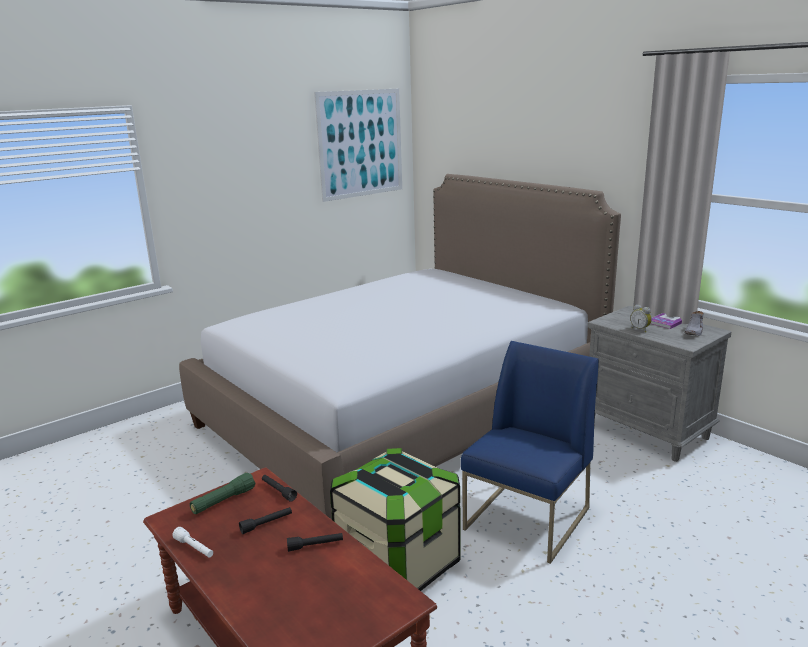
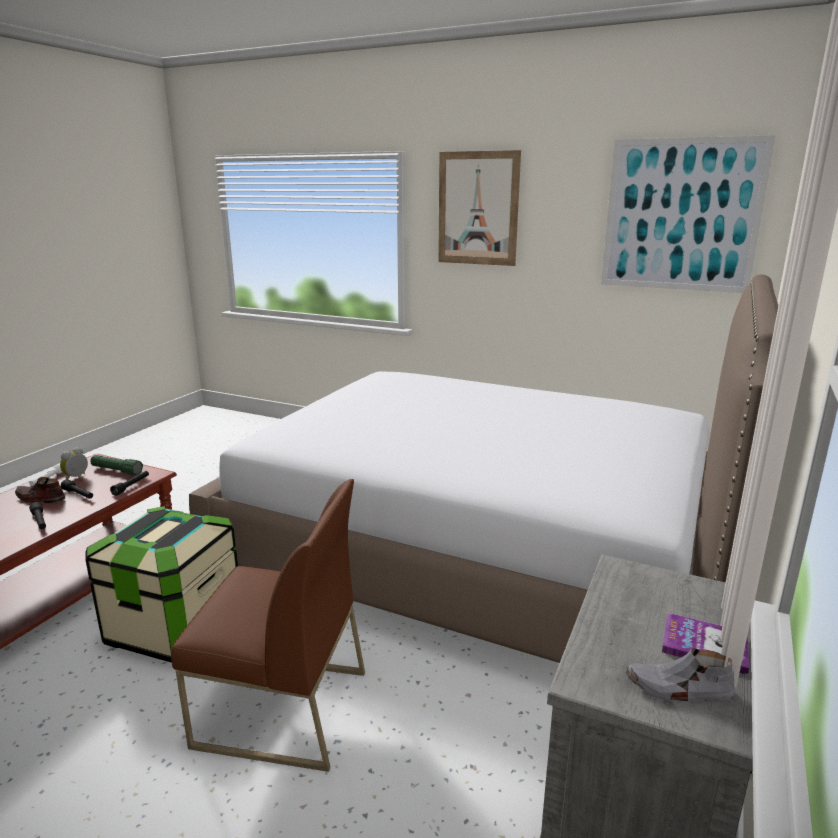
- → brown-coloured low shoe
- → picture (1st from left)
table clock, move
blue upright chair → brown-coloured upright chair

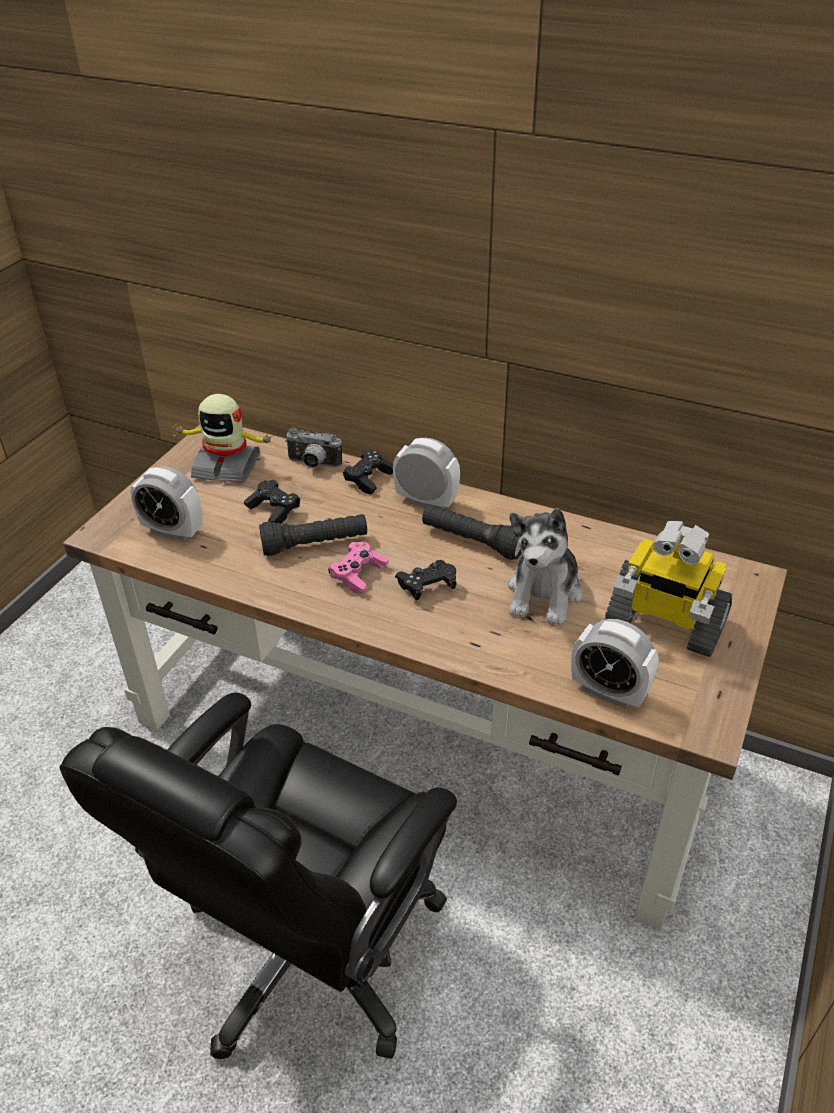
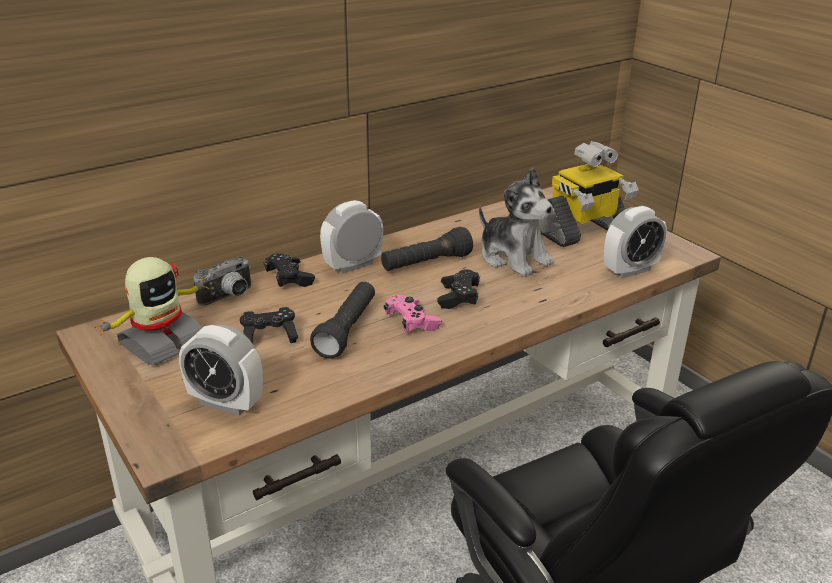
table clock (1st from left), 60 degrees clockwise

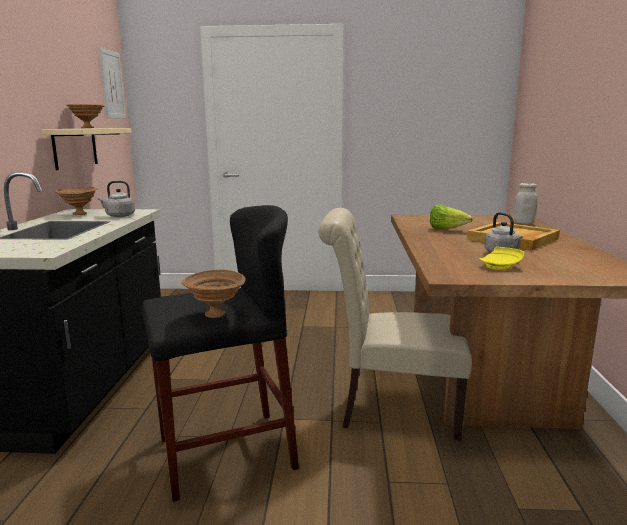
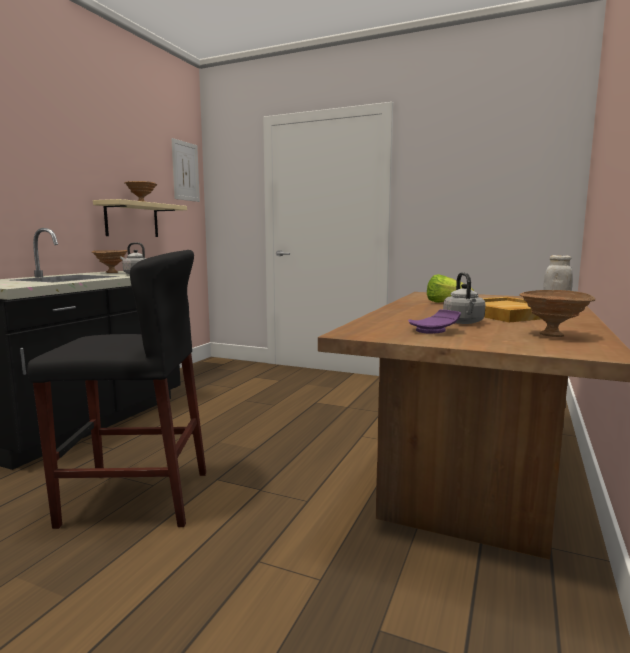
sand-coloured upright chair → -
brown-coloured deep dish (3rd from left), move
yellow-coloured plate → purple-coloured plate

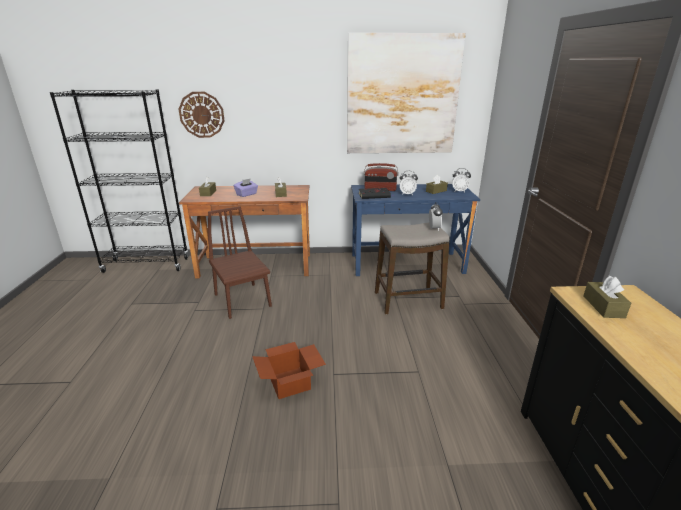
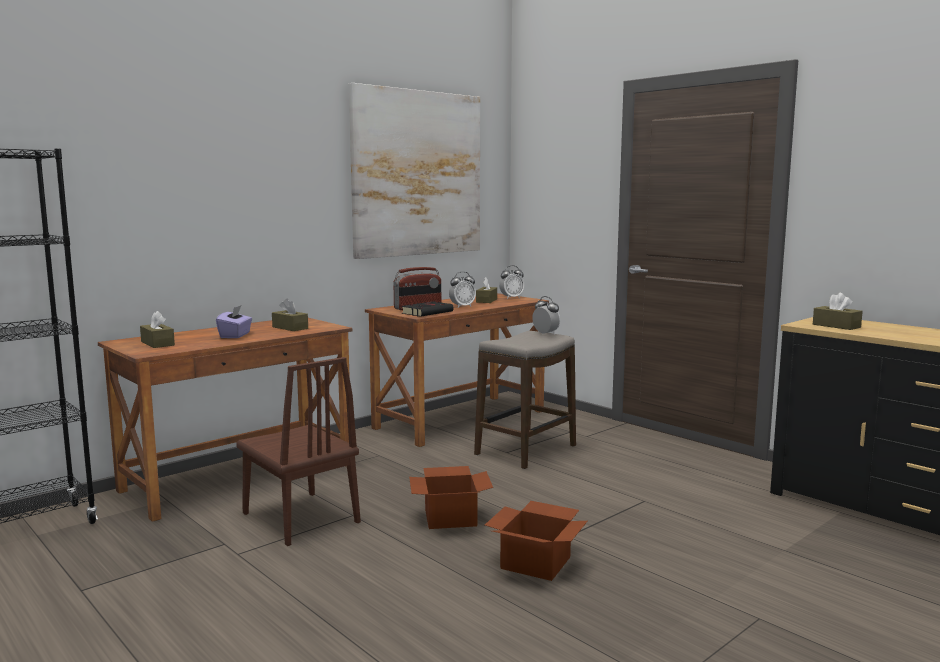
hanging clock → -
- → cardboard box (1st from left)
blue desk → brown-coloured desk (2nd from left)
brown-coloured upright chair, 150 degrees counterclockwise

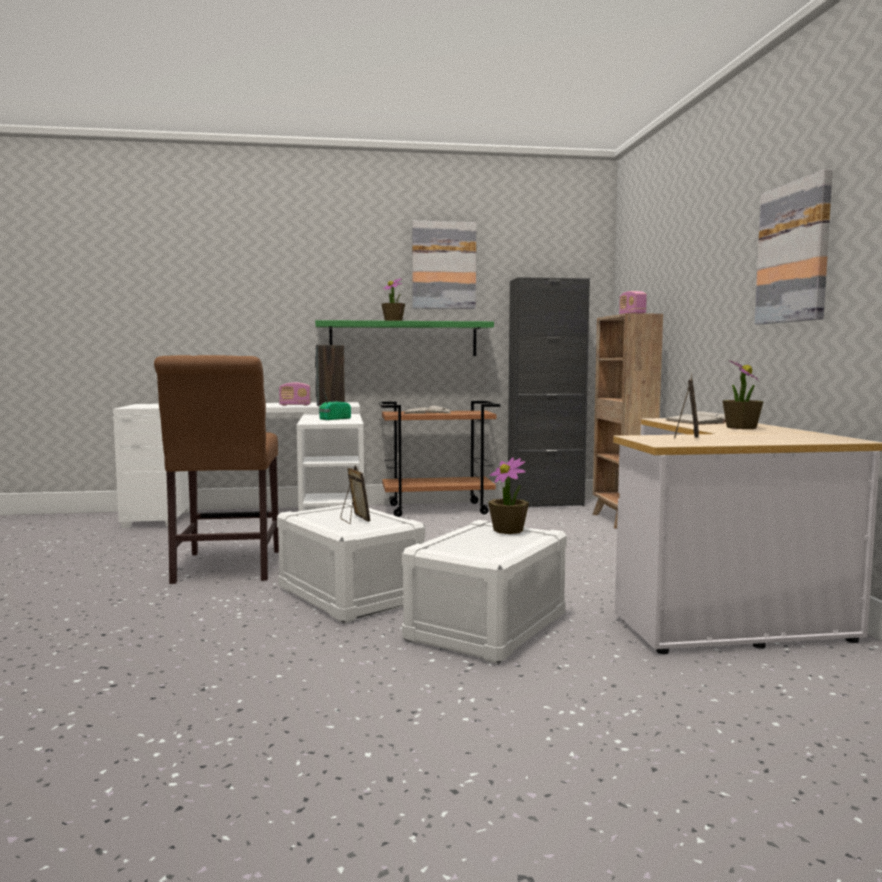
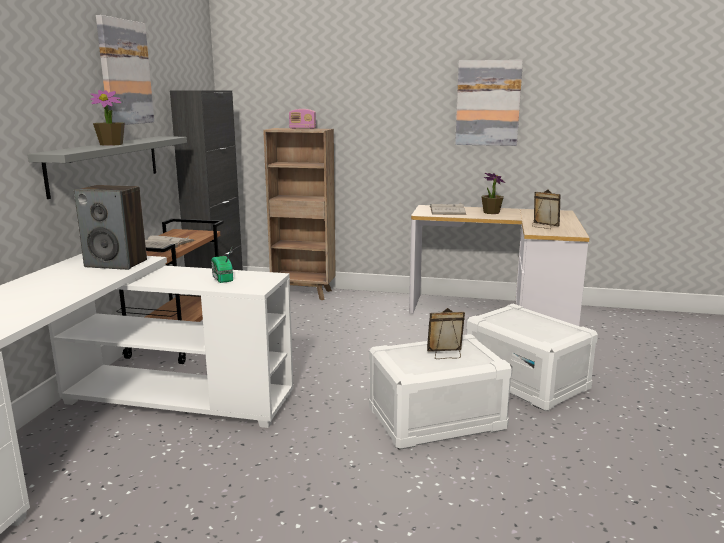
brown-coloured upright chair → -
radio set (1st from left) → -
potted plant (2nd from left) → -
green-coloured wall shelf → gray wall shelf

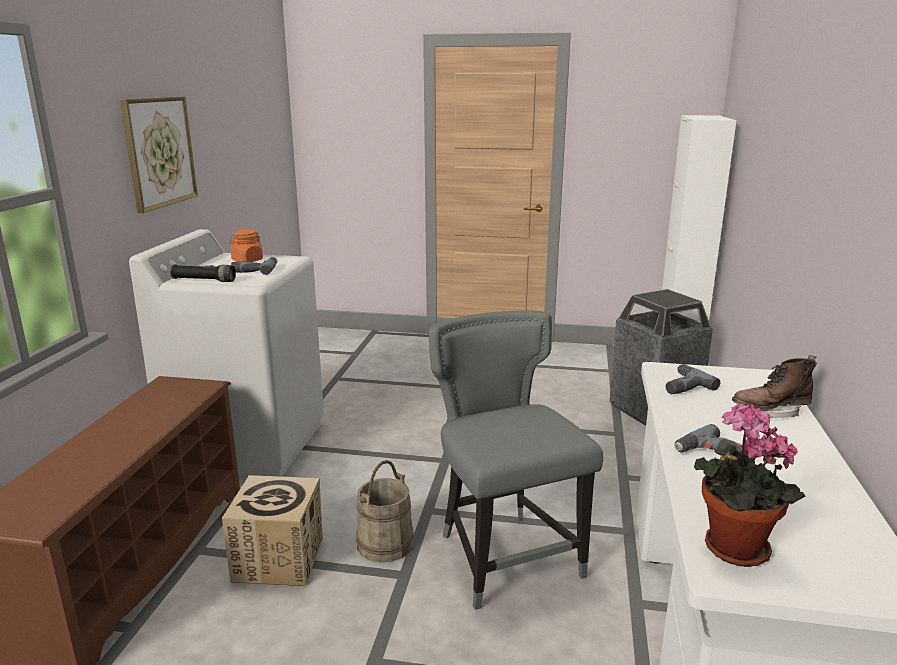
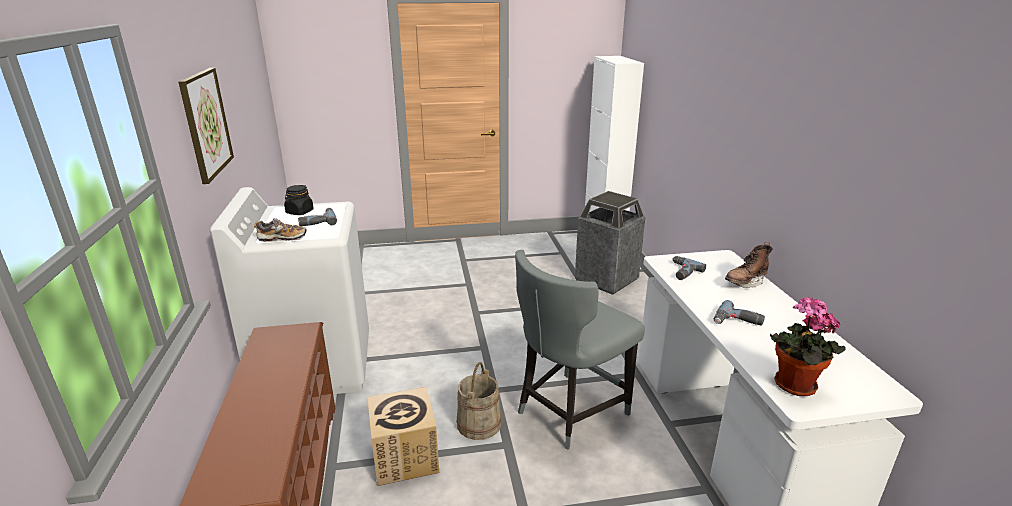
black-coloured torch → low shoe
orange-coloured jar → black-coloured jar
gray upright chair, 90 degrees counterclockwise

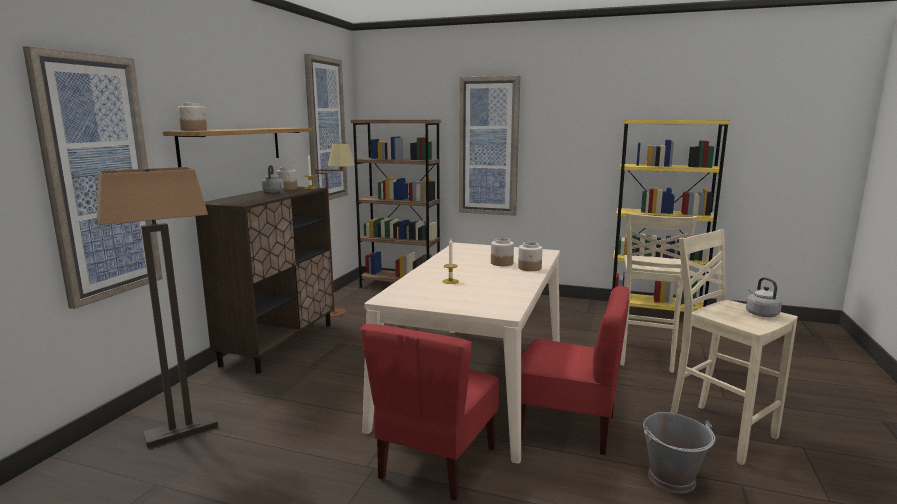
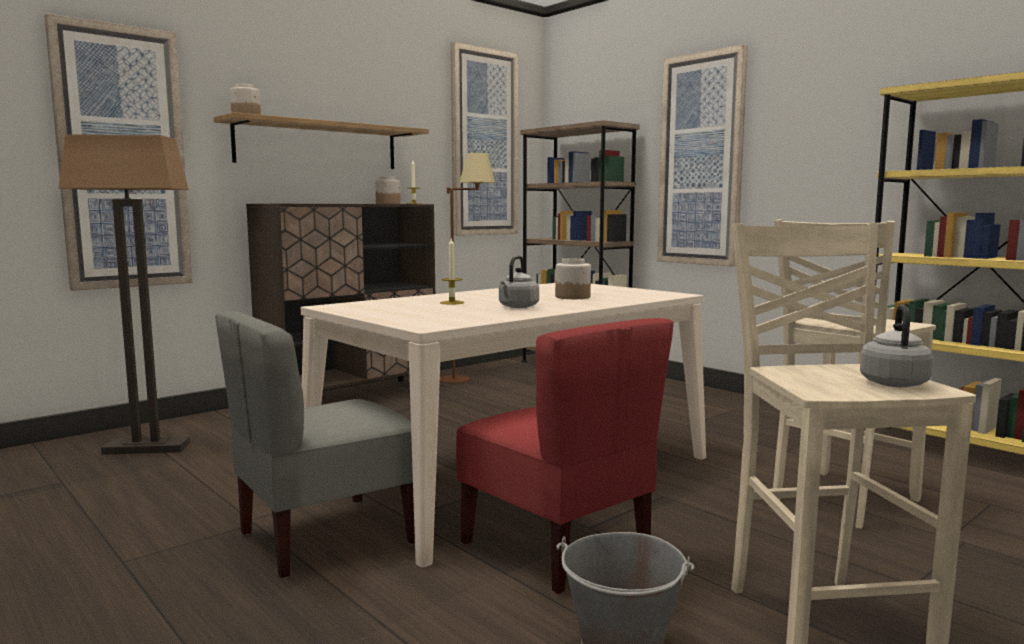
jar (4th from left) → -
gray water kettle (1st from left), move
reddish upright chair (1st from left) → gray upright chair

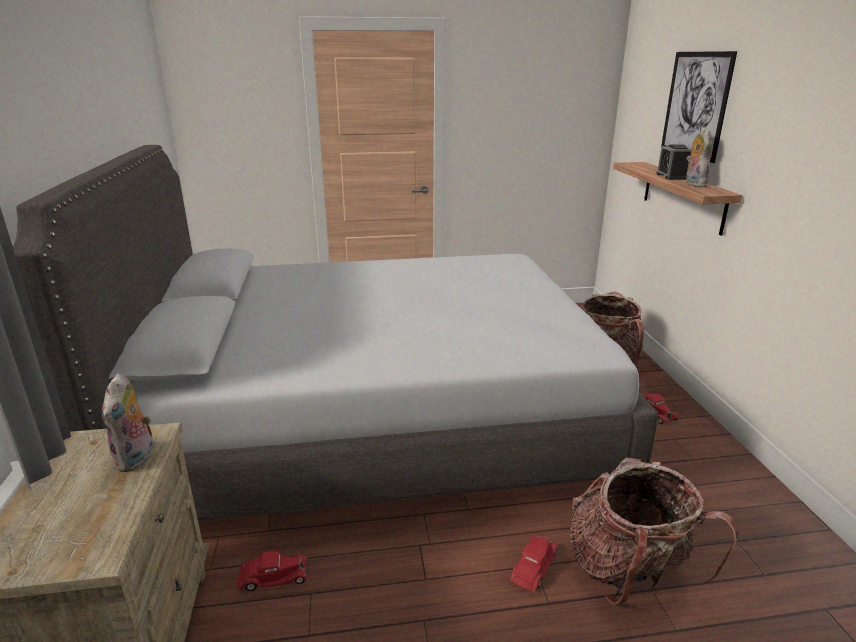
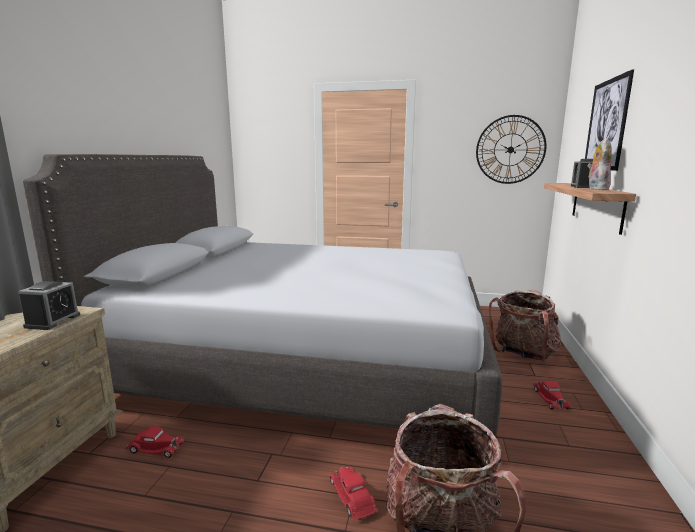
- → hanging clock
cuddly toy (1st from left) → table clock (1st from left)
reddish miniature car (2nd from left), 75 degrees counterclockwise

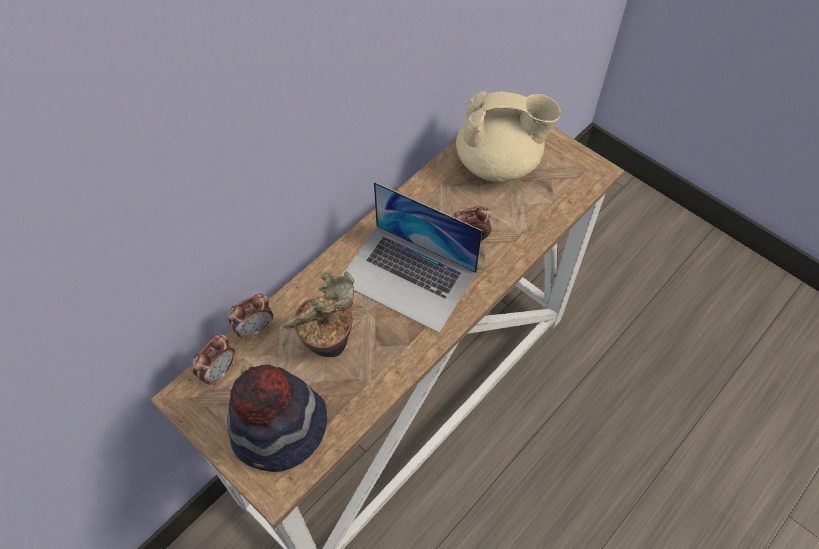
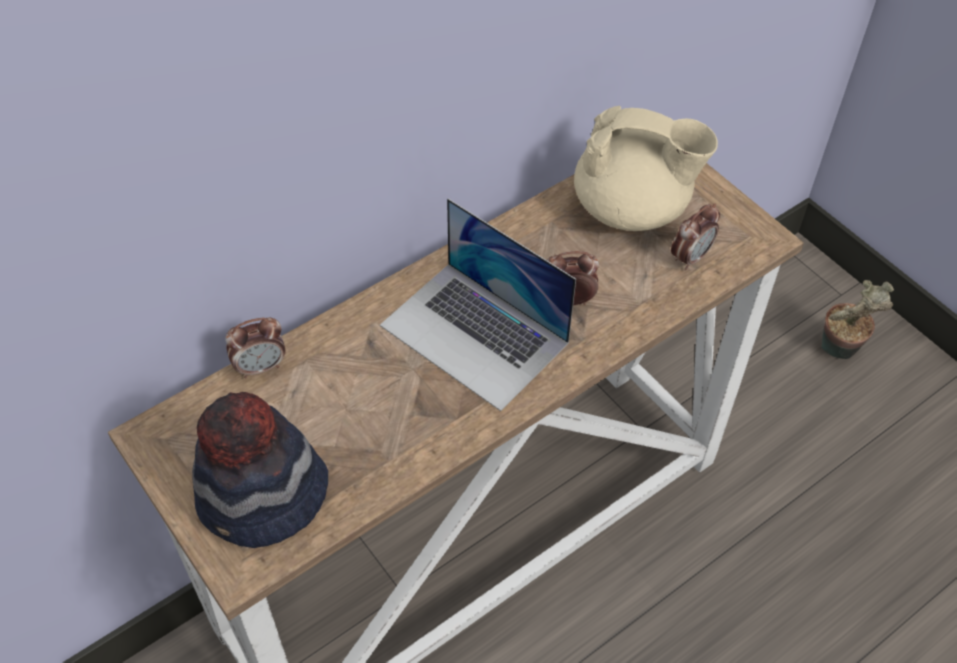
table clock (1st from left in the first image) → table clock (3rd from left), move
potted plant, move

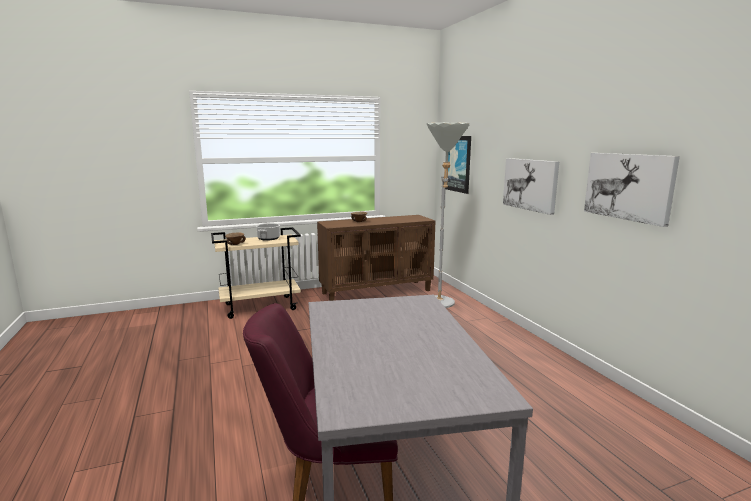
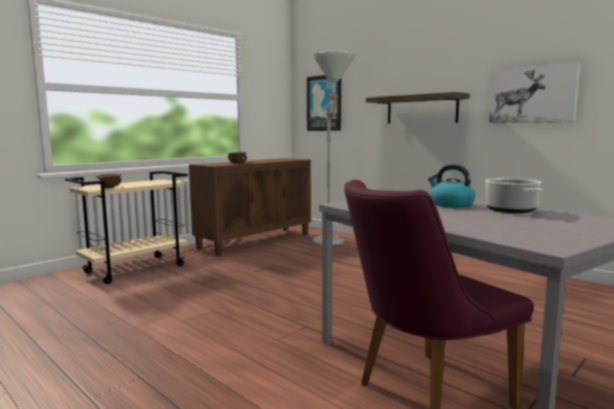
- → water kettle
saucepot, move
picture (2nd from left) → wall shelf

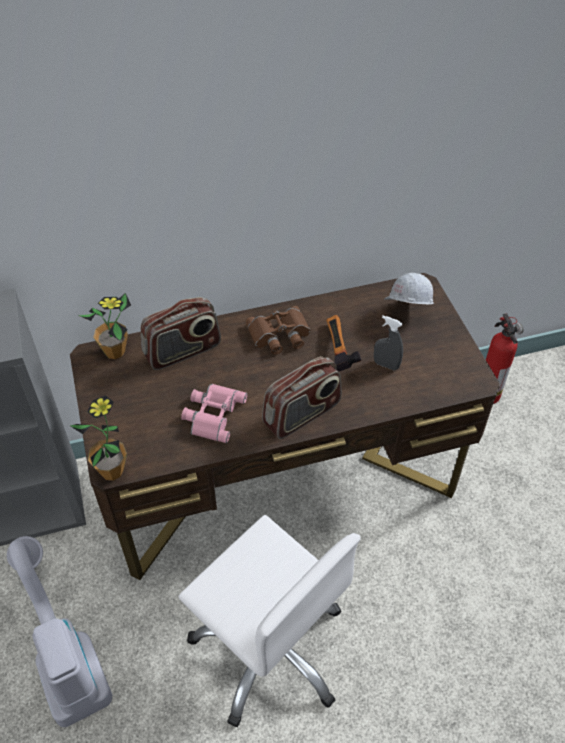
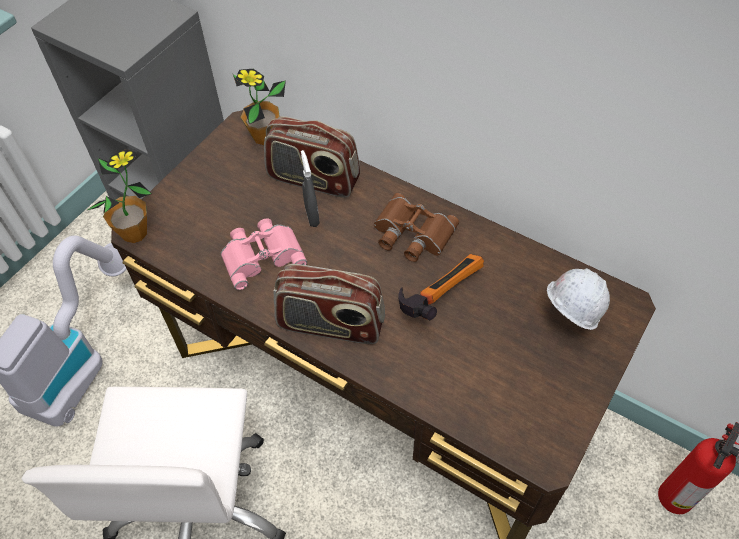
gray hand sprayer, move

